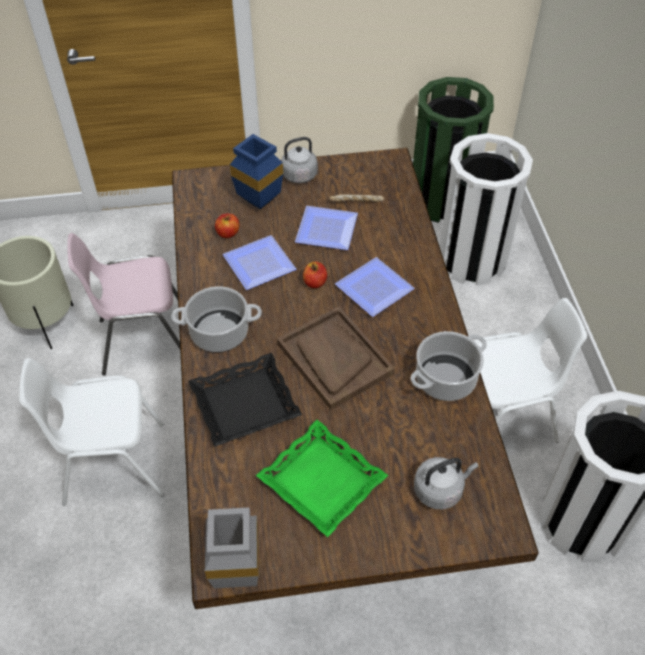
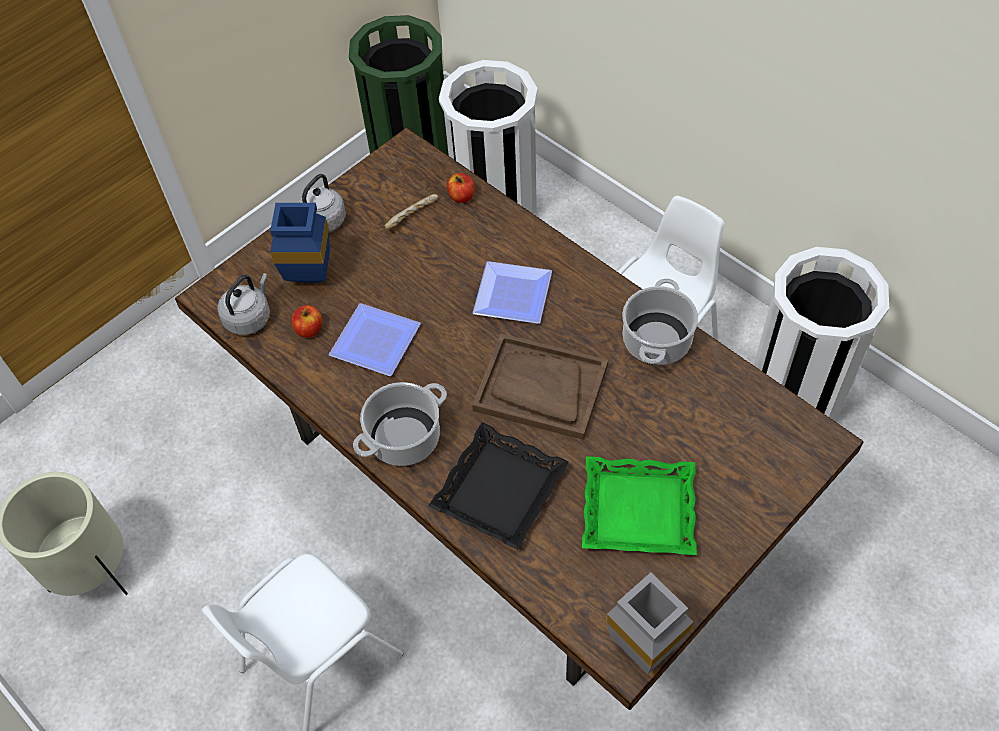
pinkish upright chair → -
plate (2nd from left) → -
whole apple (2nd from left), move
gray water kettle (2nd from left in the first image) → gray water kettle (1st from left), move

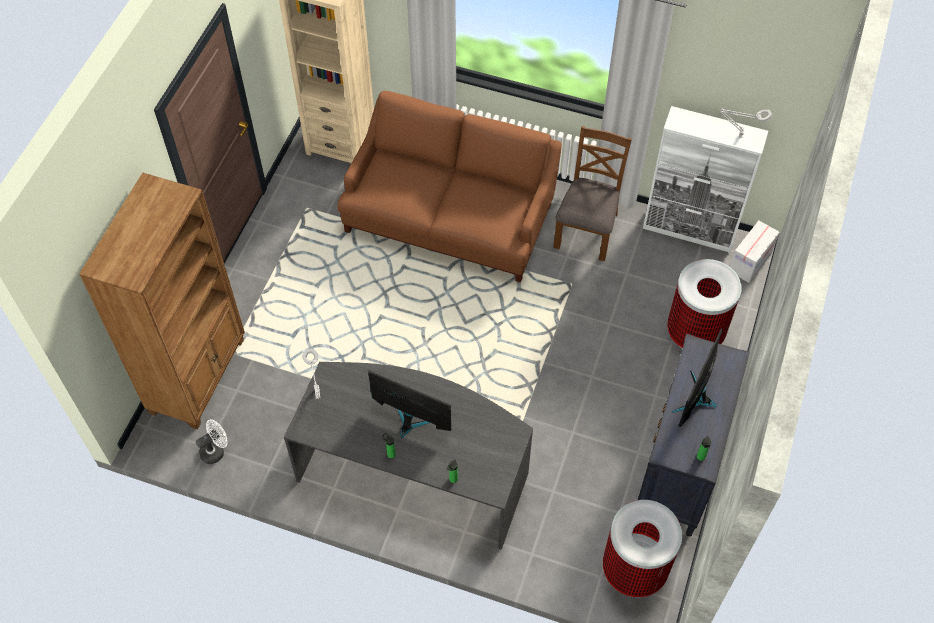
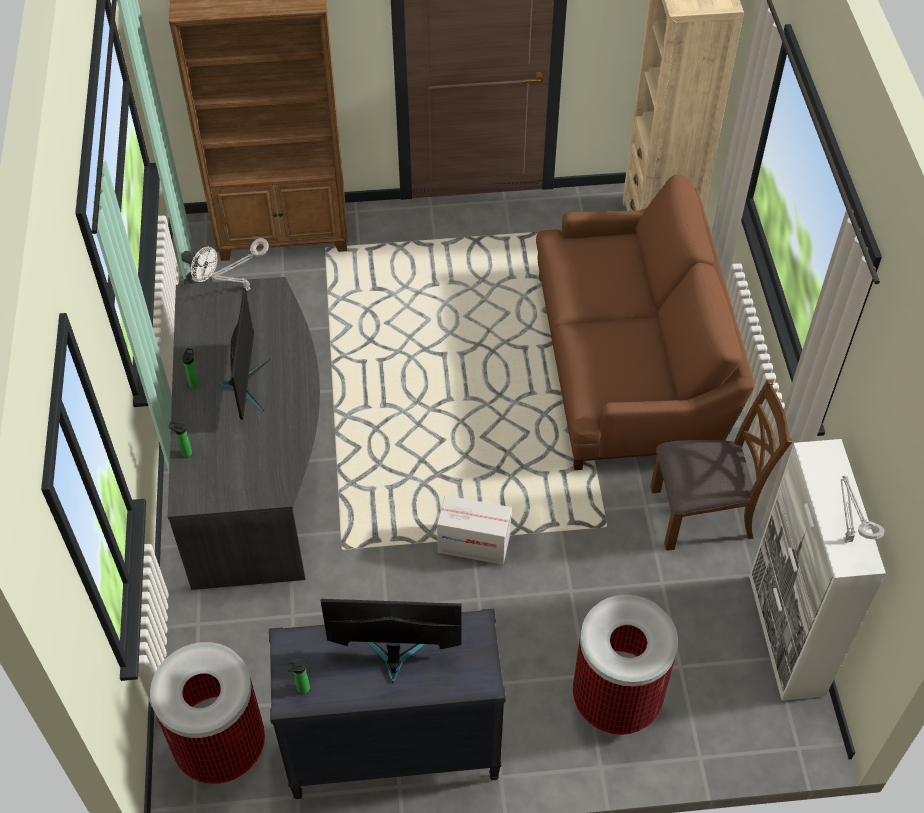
cardboard box, move

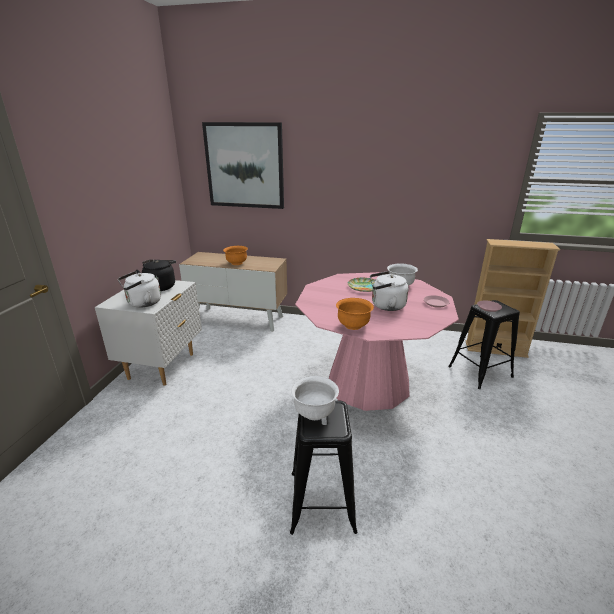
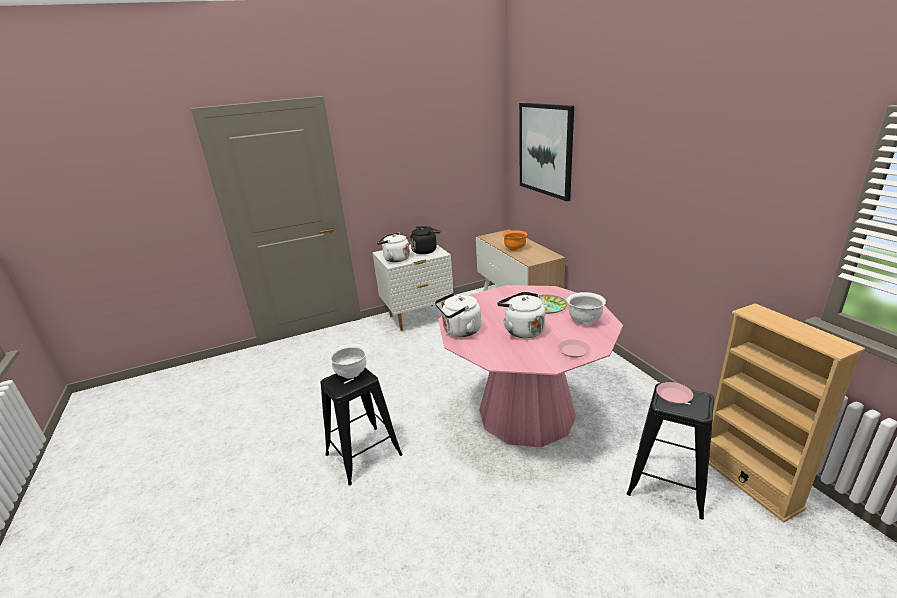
orange-coloured deep dish (2nd from left) → white-coloured water kettle (2nd from left)

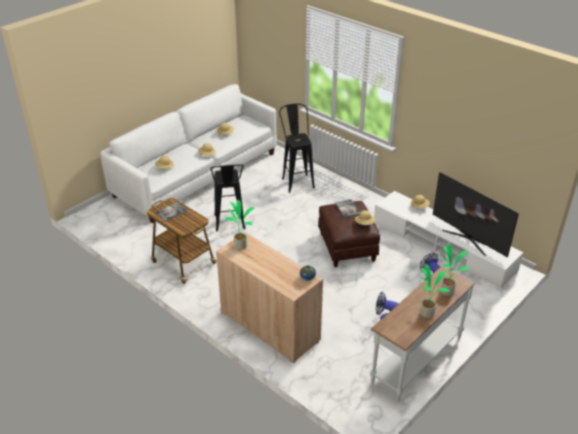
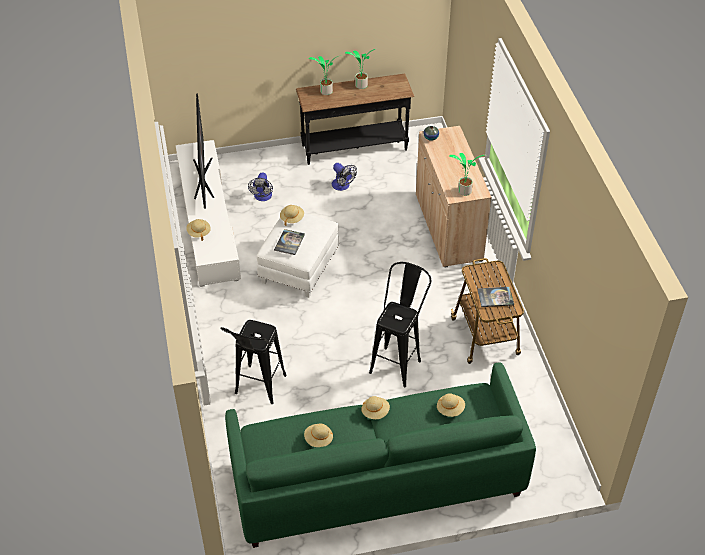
white-coloured sofa → green-coloured sofa
brown-coloured pouffe → white-coloured pouffe
white-coloured console table → black-coloured console table

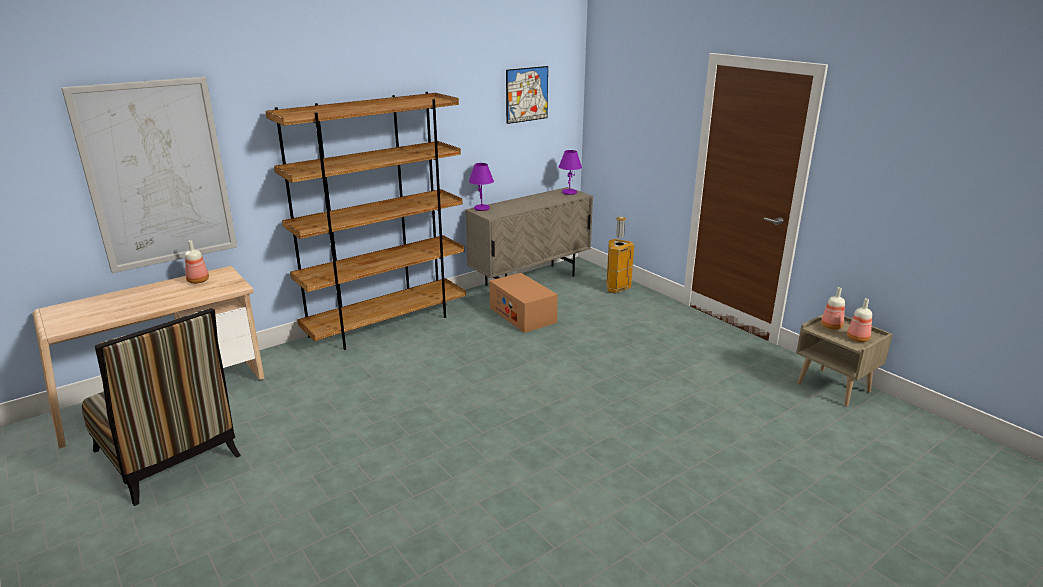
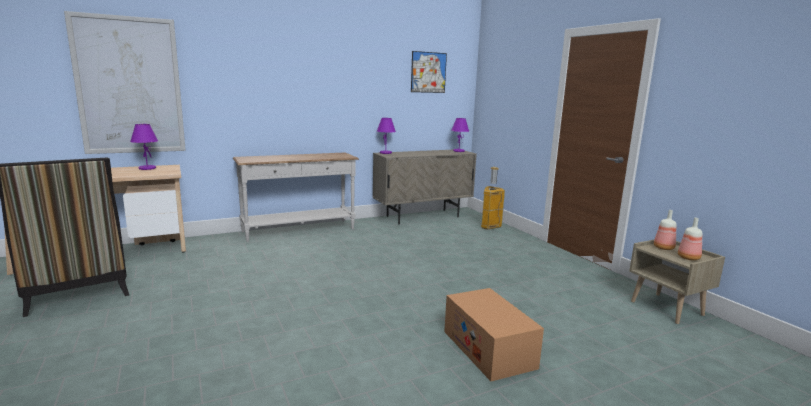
cardboard box, move
drink bottle (1st from left) → purple-coloured tabletop lamp (1st from left)
brown-coloured shelving unit → white-coloured console table

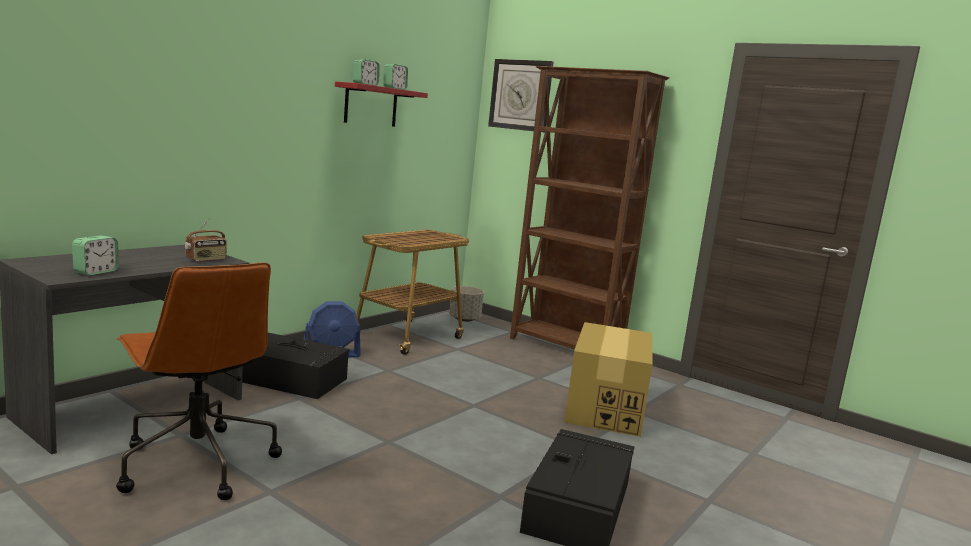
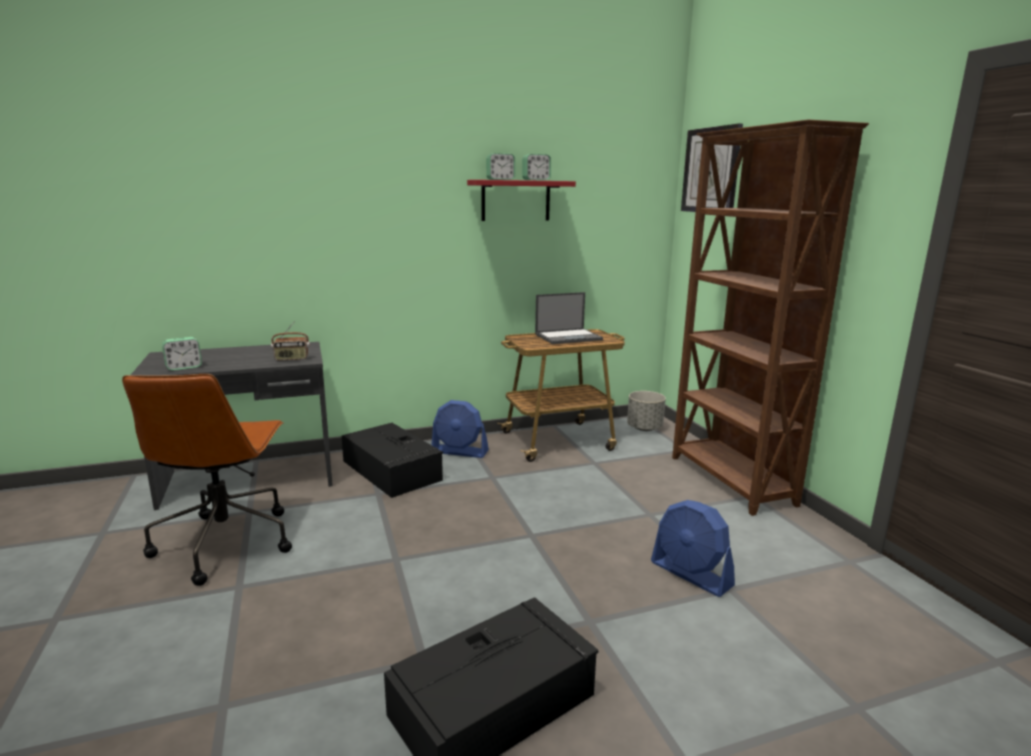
- → laptop
cardboard box → blue fan (2nd from left)

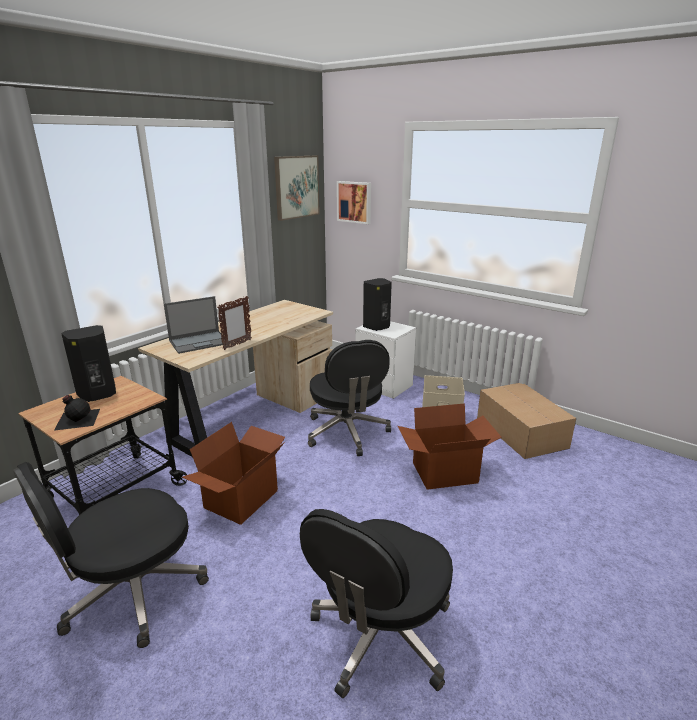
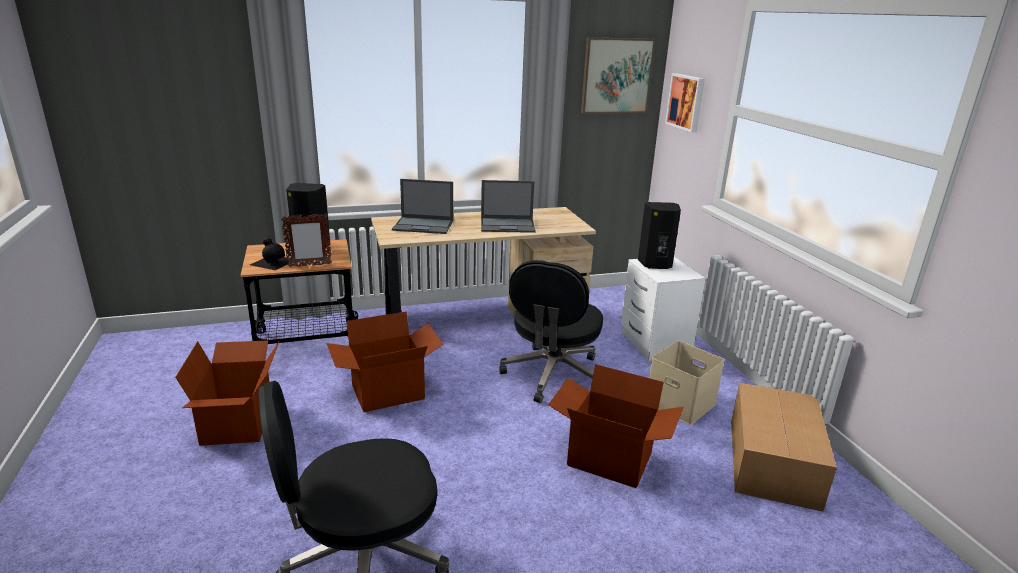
- → laptop (2nd from left)
picture frame, move
black-coloured desk chair (1st from left) → cardboard box (1st from left)

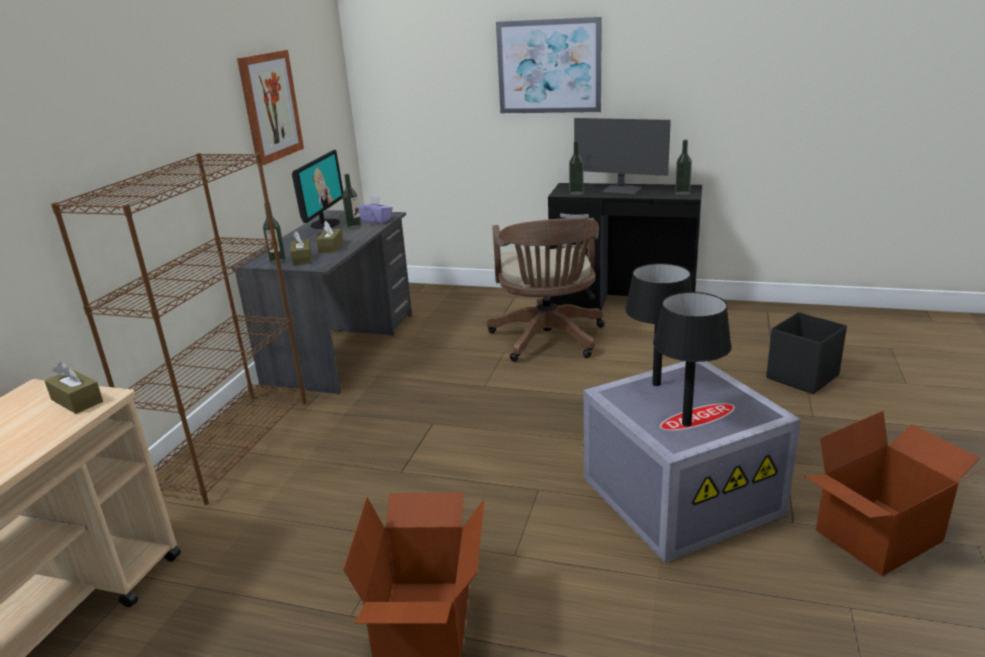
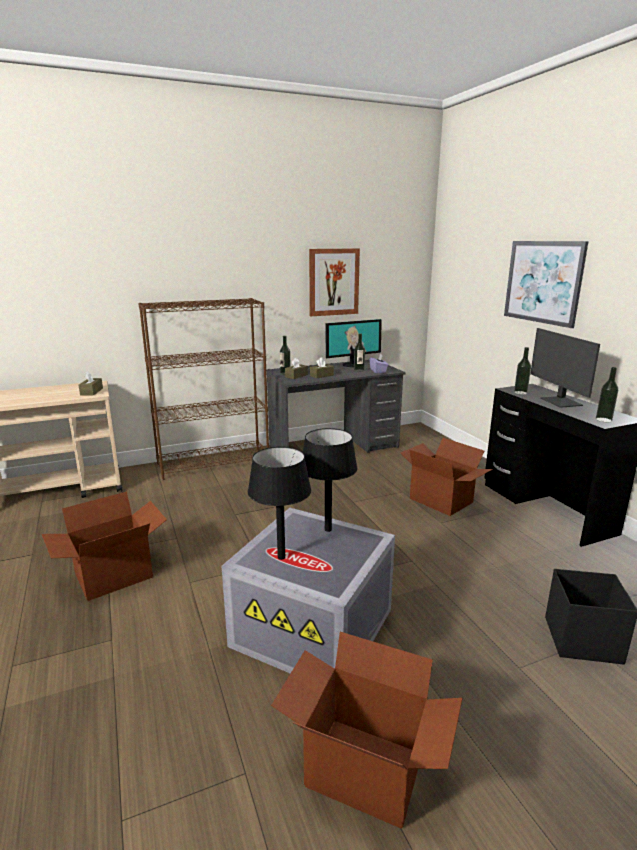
brown-coloured desk chair → cardboard box (3rd from left)

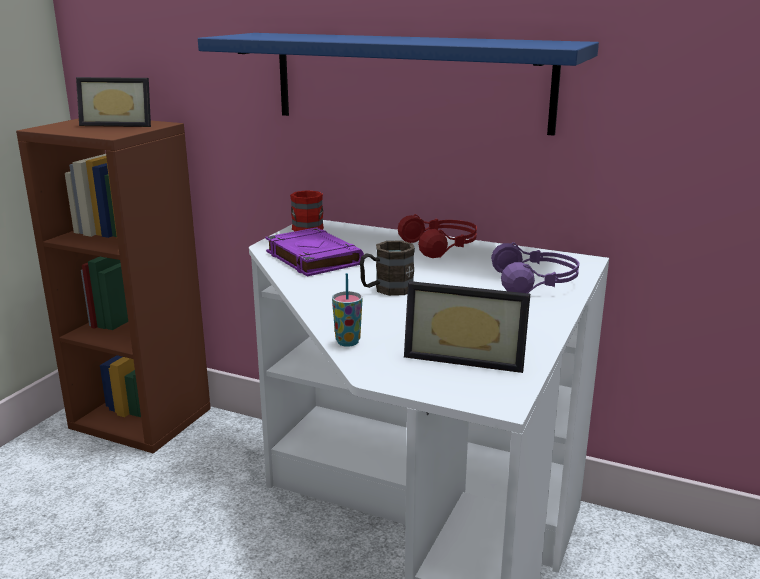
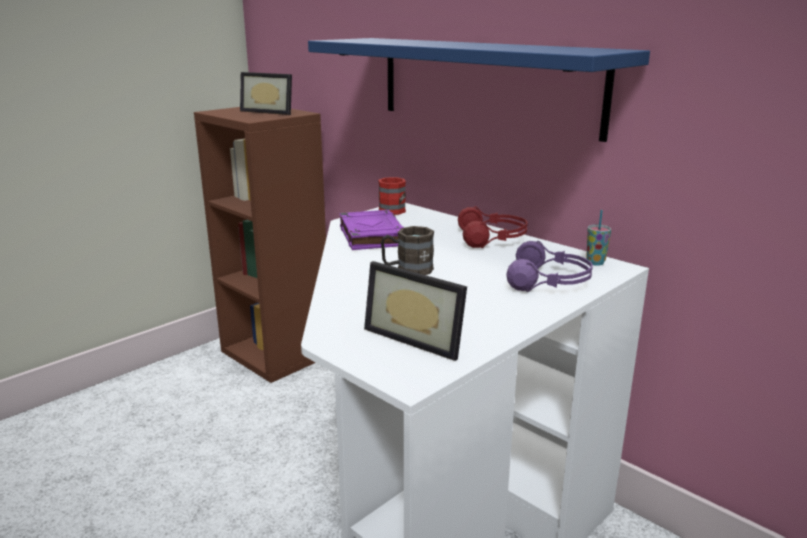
cup, move

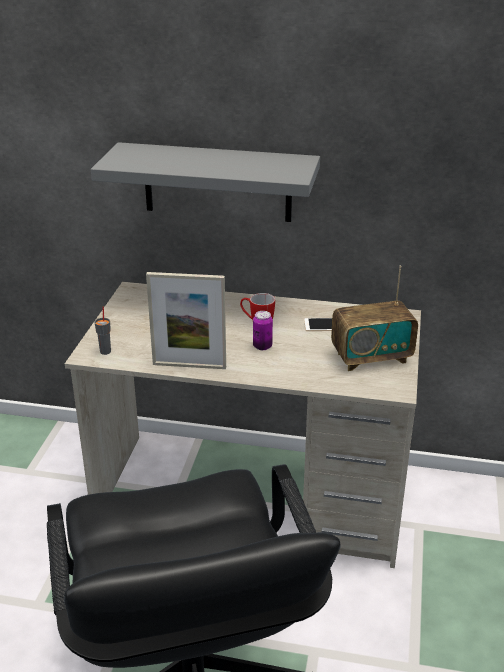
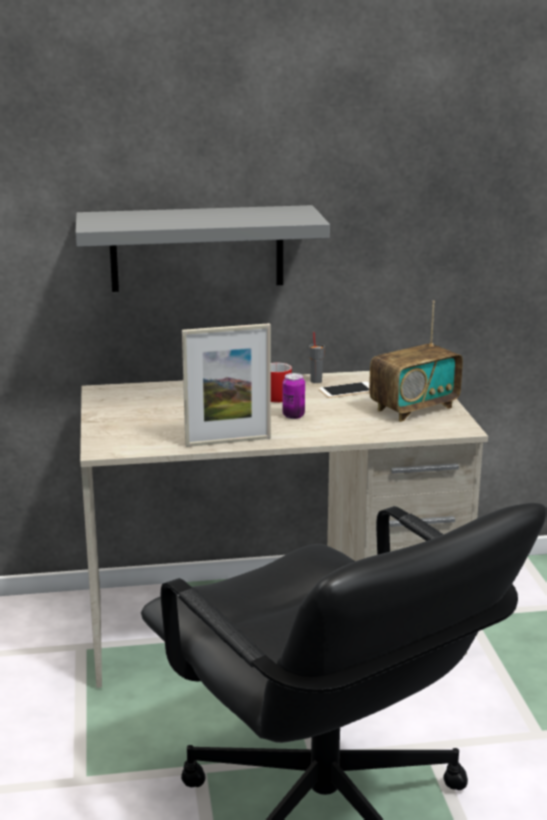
gray cup, move

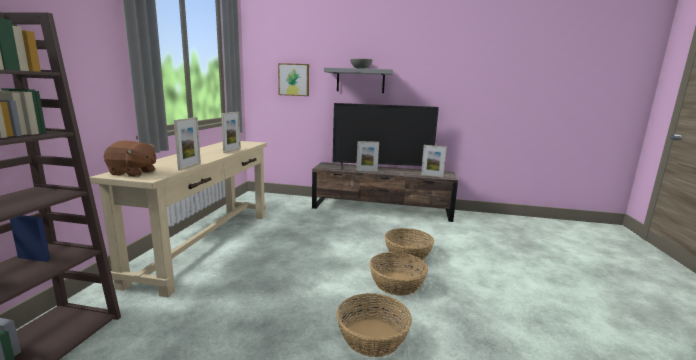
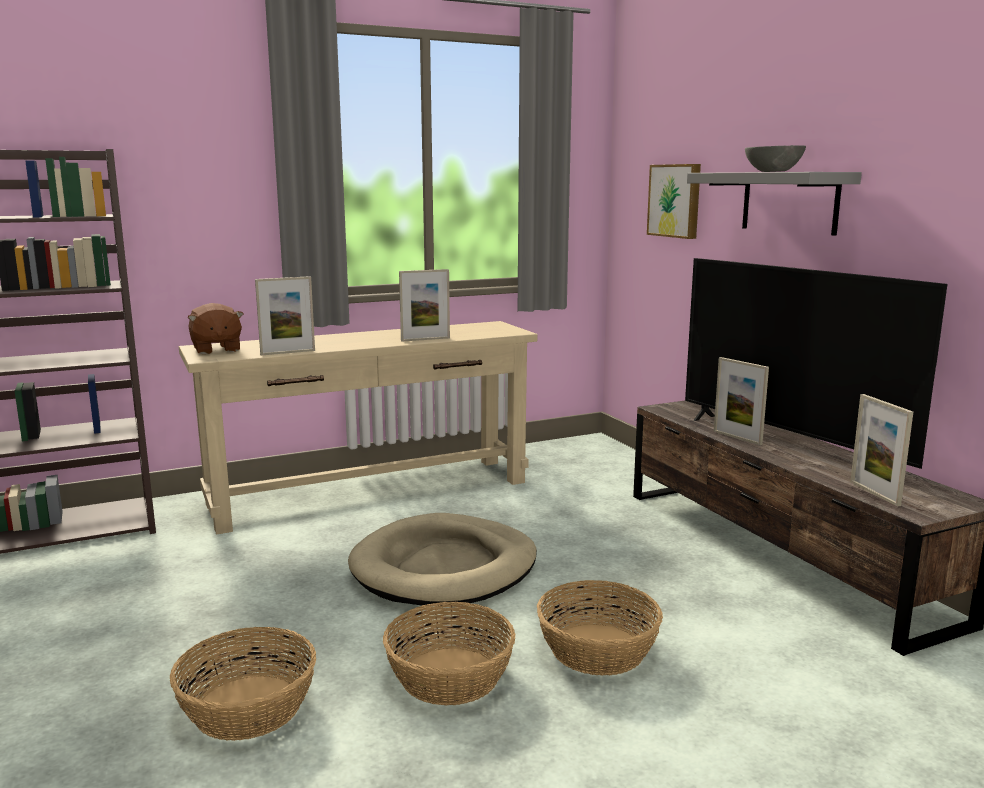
- → sand-coloured dog bed

